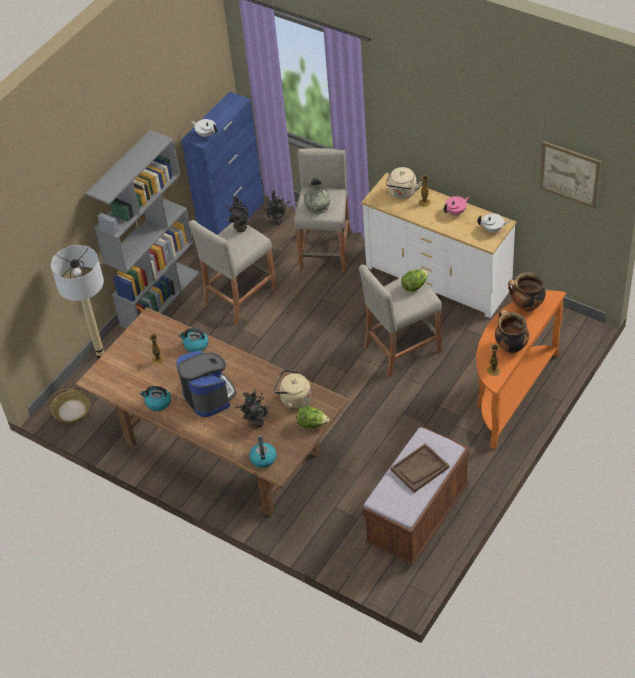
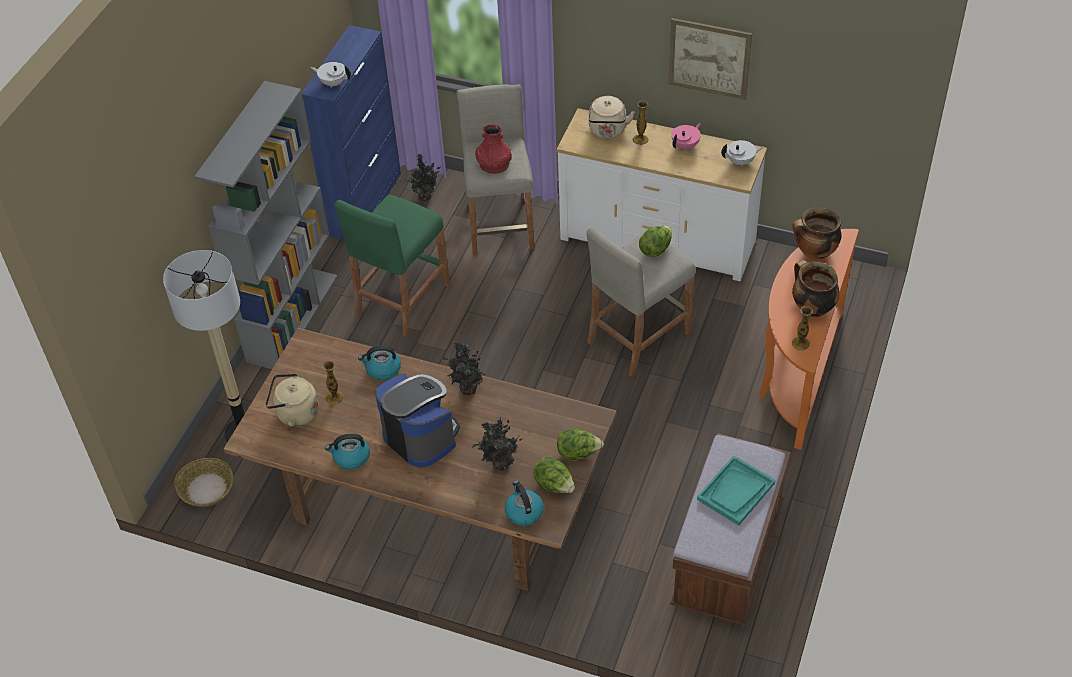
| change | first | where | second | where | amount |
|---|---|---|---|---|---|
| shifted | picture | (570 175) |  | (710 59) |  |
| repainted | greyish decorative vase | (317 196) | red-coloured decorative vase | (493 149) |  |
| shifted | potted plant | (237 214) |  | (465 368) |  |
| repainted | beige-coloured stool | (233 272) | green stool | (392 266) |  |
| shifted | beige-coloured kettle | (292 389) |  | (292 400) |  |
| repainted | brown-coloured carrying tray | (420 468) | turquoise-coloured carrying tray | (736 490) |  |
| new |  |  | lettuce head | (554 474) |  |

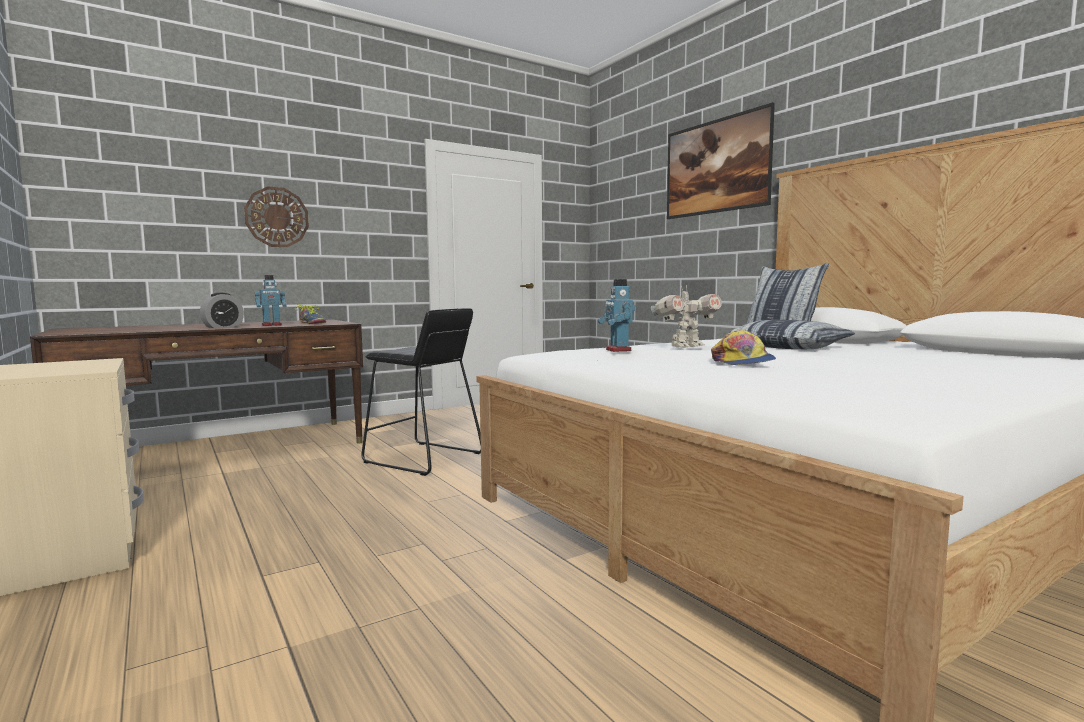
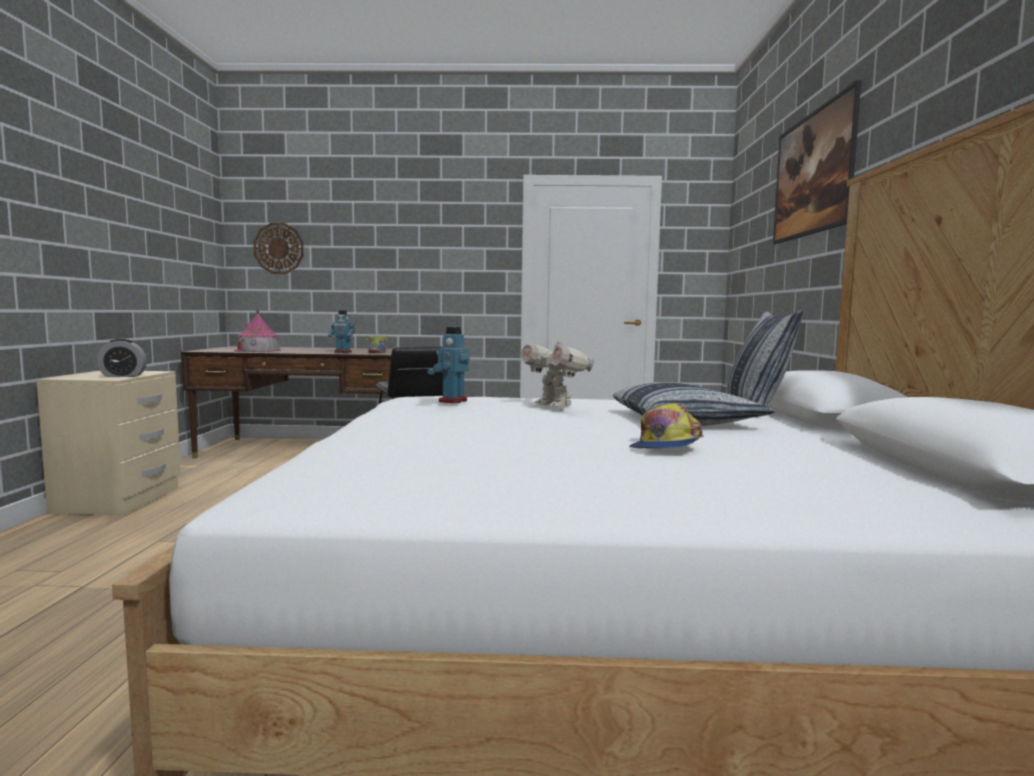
| change | first | where | second | where | amount |
|---|---|---|---|---|---|
| shifted | clock on the wall | (276 216) |  | (278 248) |  |
| rotated | model robot | (686 316) |  | (558 370) | 45 degrees clockwise |
| shifted | table clock | (222 310) |  | (122 358) |  |
| shifted | baseball cap | (743 347) |  | (666 426) |  |
| new |  |  | miniature house | (257 330) |  |

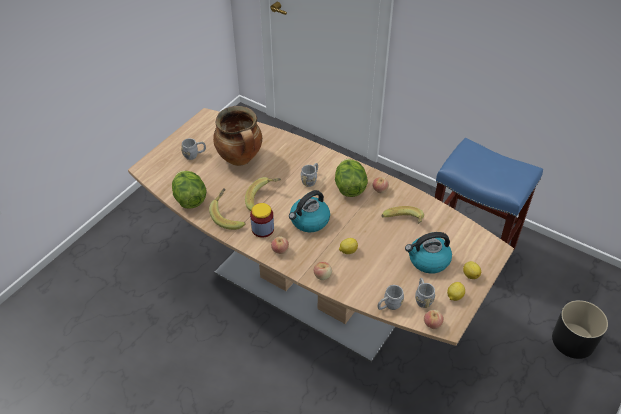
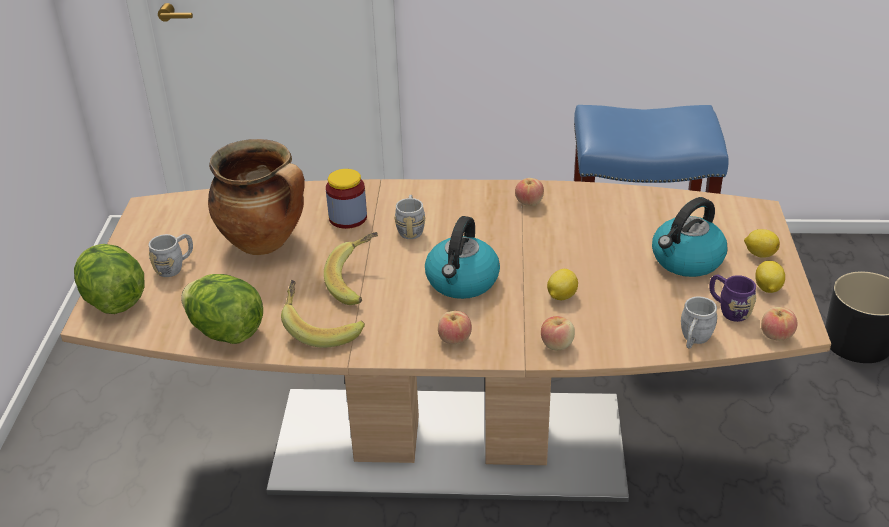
| change | first | where | second | where | amount |
|---|---|---|---|---|---|
| shifted | lettuce head | (351 178) |  | (109 279) |  |
| shifted | jar | (262 220) |  | (346 199) |  |
| gone | banana | (403 215) |  |  |  |
| repainted | greyish coffee mug | (425 293) | purple coffee mug | (733 298) |  |

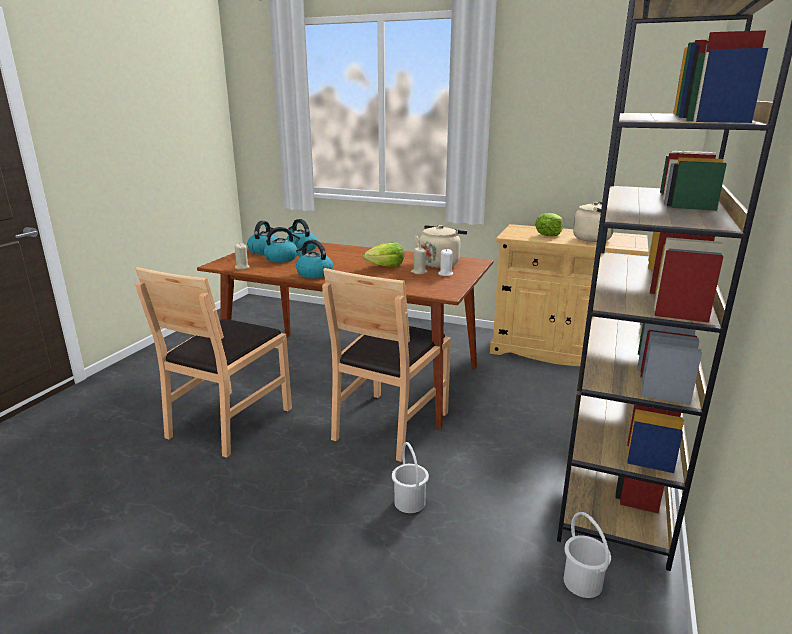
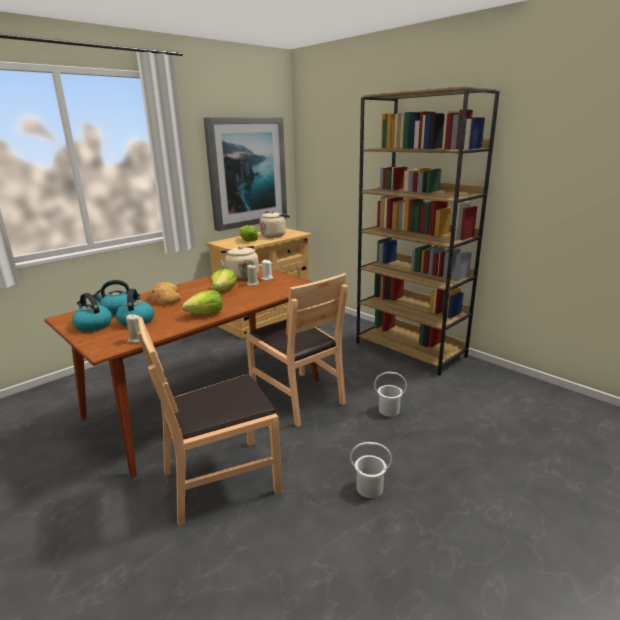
| change | first | where | second | where | amount |
|---|---|---|---|---|---|
| swapped | kettle | (314 259) | lettuce head | (202 302) |  |
| rotated | brown-coloured chair | (214 362) |  | (210 421) | 105 degrees clockwise |
| shifted | white-coloured pail | (587 555) |  | (371 470) |  |
| new |  |  | picture | (245 174) |  |
| new |  |  | bread | (164 293) |  |

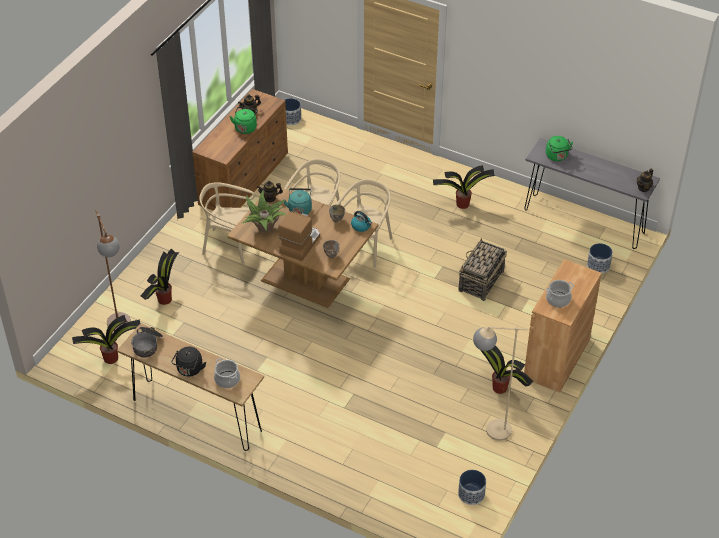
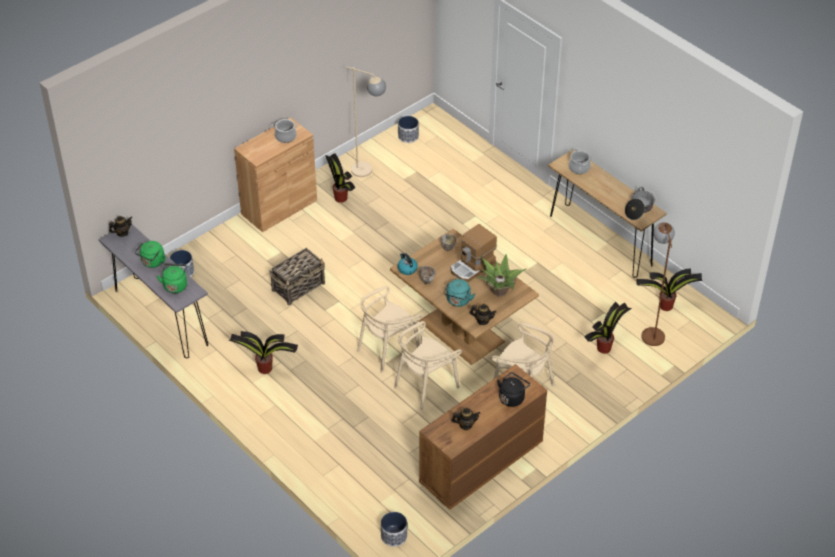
| change | first | where | second | where | amount |
|---|---|---|---|---|---|
| shifted | green kettle | (243 120) |  | (150 254) |  |
| shifted | black kettle | (188 362) |  | (513 389) |  |

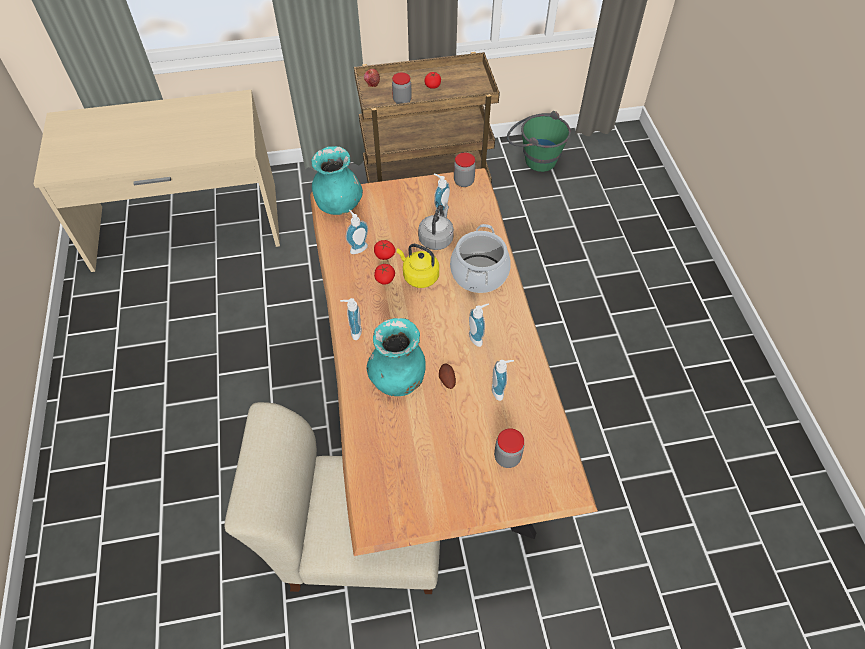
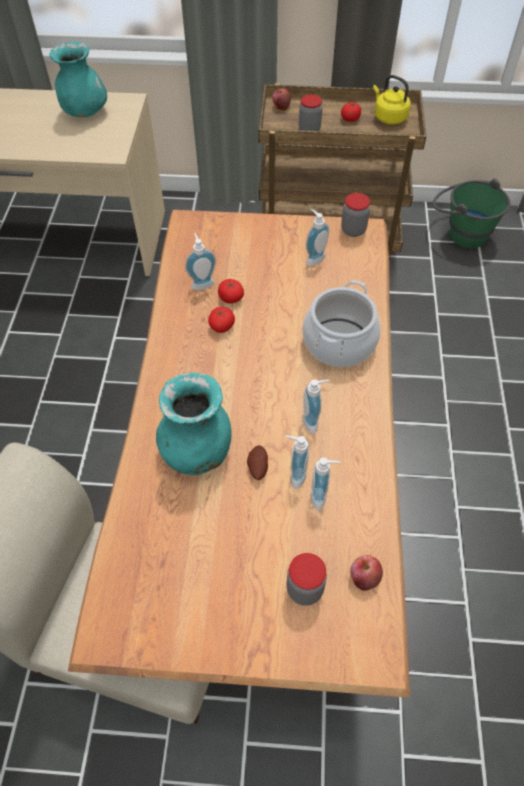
| change | first | where | second | where | amount |
|---|---|---|---|---|---|
| shifted | turquoise-coloured decorative vase | (337 180) |  | (78 79) |  |
| gone | greyish kettle | (436 227) |  |  |  |
| shifted | yellow kettle | (418 266) |  | (392 100) |  |
| shifted | liquid soap bottle | (351 319) |  | (297 462) |  |
| new |  |  | apple | (366 573) |  |

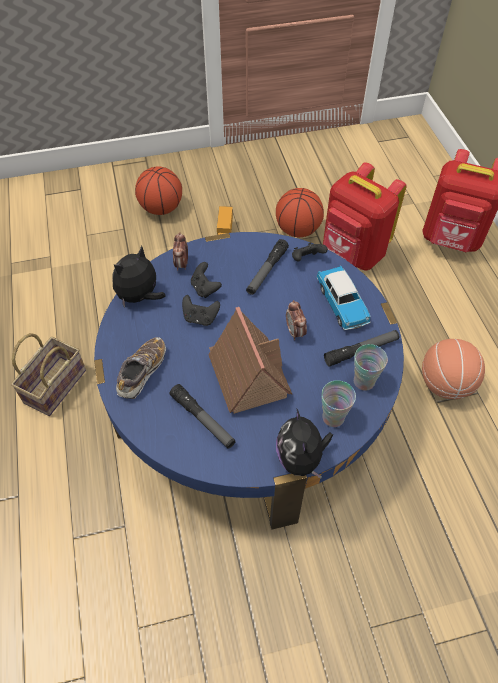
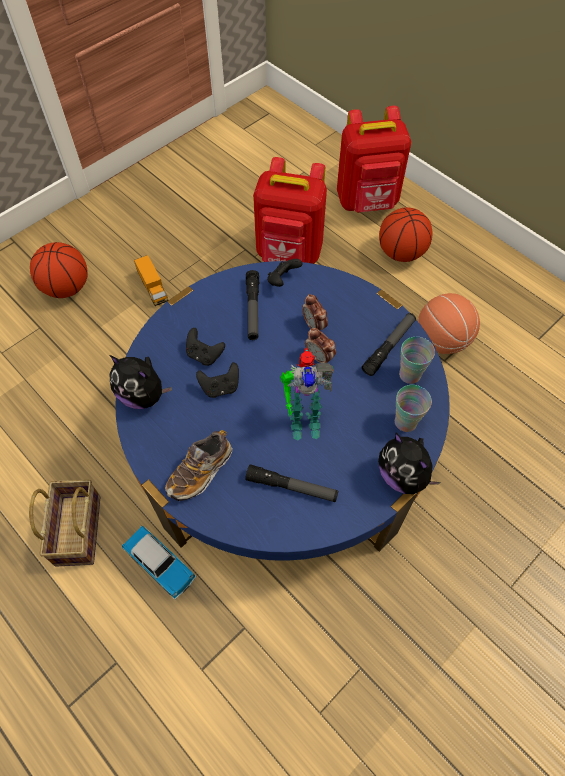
| change | first | where | second | where | amount |
|---|---|---|---|---|---|
| shifted | basketball ball | (300 212) |  | (405 234) |  |
| shifted | table clock | (180 251) |  | (315 312) |  |
| rotated | plush toy | (139 277) |  | (140 382) | 75 degrees counterclockwise |
| shifted | miniature car | (343 298) |  | (159 563) |  |
| swapped | miniature house | (250 360) | model robot | (307 394) |  |
| rotated | item of footwear | (141 368) |  | (199 465) | 135 degrees counterclockwise |

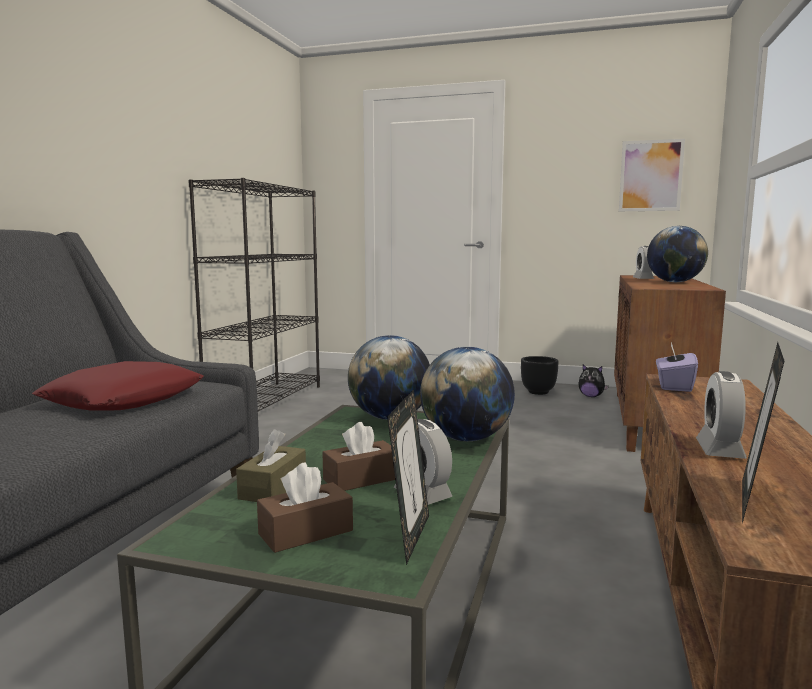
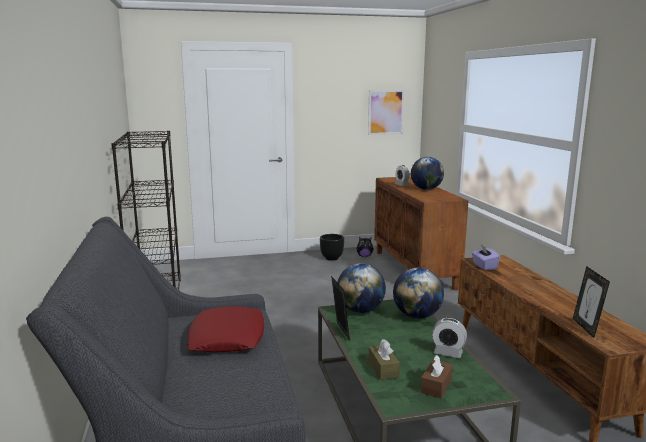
| change | first | where | second | where | amount |
|---|---|---|---|---|---|
| gone | table clock | (721 415) |  |  |  |
| shifted | photo frame | (408 477) |  | (340 308) |  |
| gone | brown-coloured tissue holder | (358 456) |  |  |  |

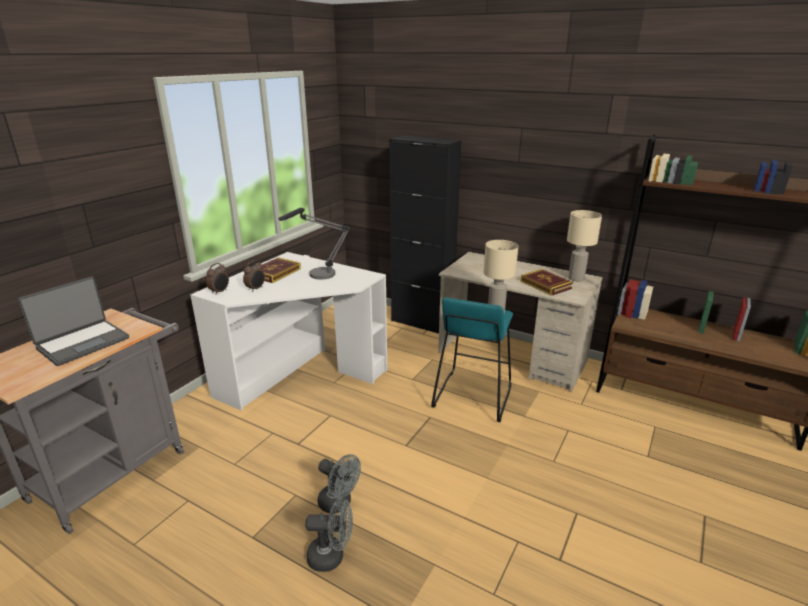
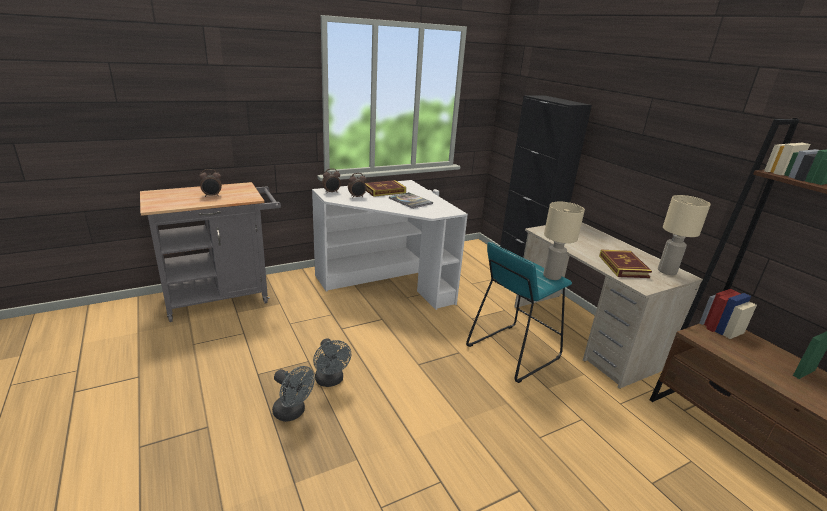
| change | first | where | second | where | amount |
|---|---|---|---|---|---|
| swapped | lamp for a table | (314 244) | bound book | (411 200) |  |
| swapped | laptop | (73 321) | table clock | (210 183) |  |

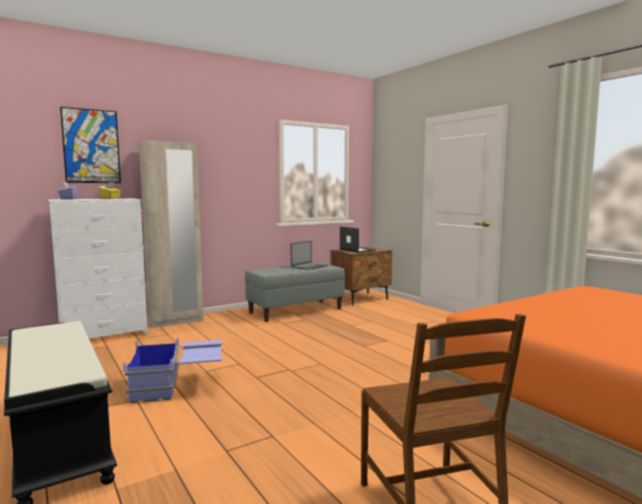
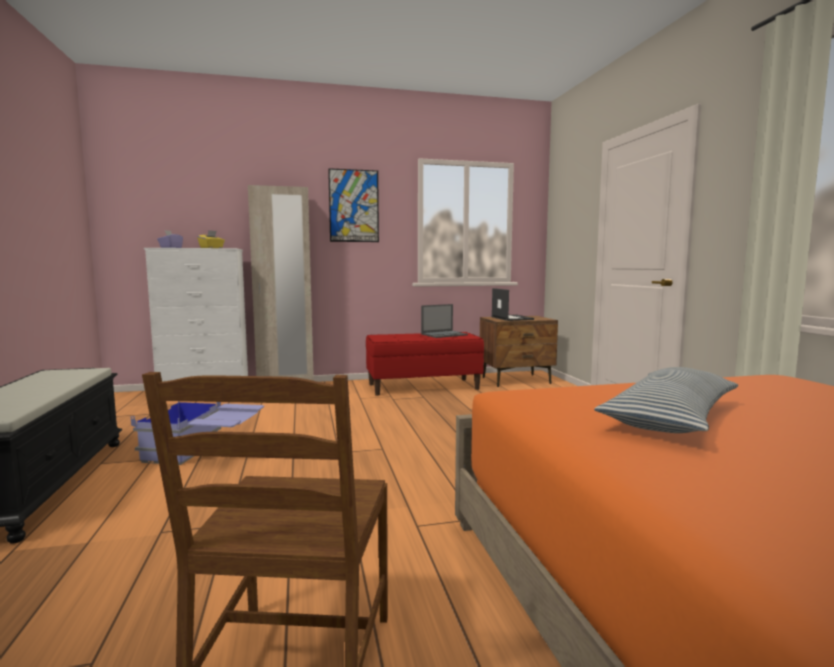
| change | first | where | second | where | amount |
|---|---|---|---|---|---|
| shifted | picture | (90 145) |  | (353 205) |  |
| repainted | greyish long seat | (295 292) | red-coloured long seat | (425 364) |  |
| new |  |  | cushion | (666 400) |  |

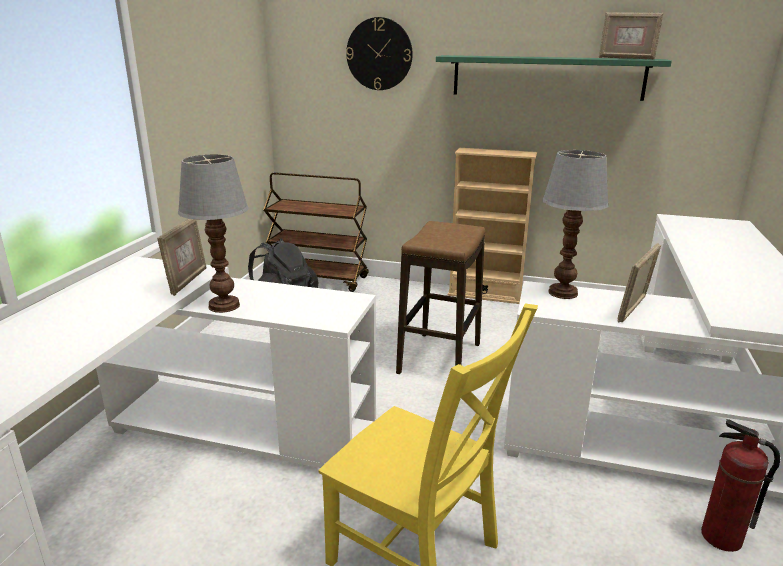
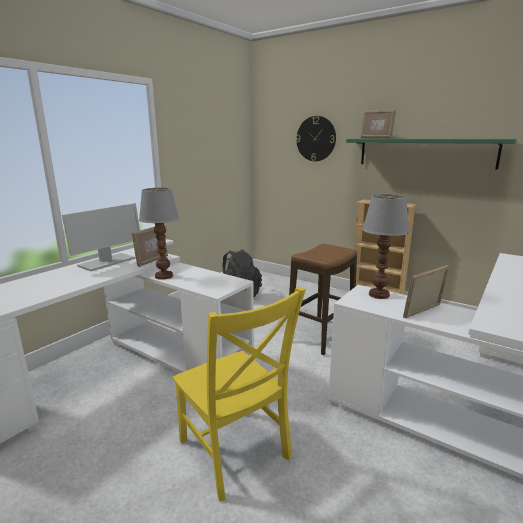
| change | first | where | second | where | amount |
|---|---|---|---|---|---|
| shifted | photo frame | (631 35) |  | (378 124) |  |
| gone | brown-coloured cart | (316 232) |  |  |  |
| gone | fire-fighting cylinder | (741 485) |  |  |  |
| new |  |  | monitor | (101 237) |  |

